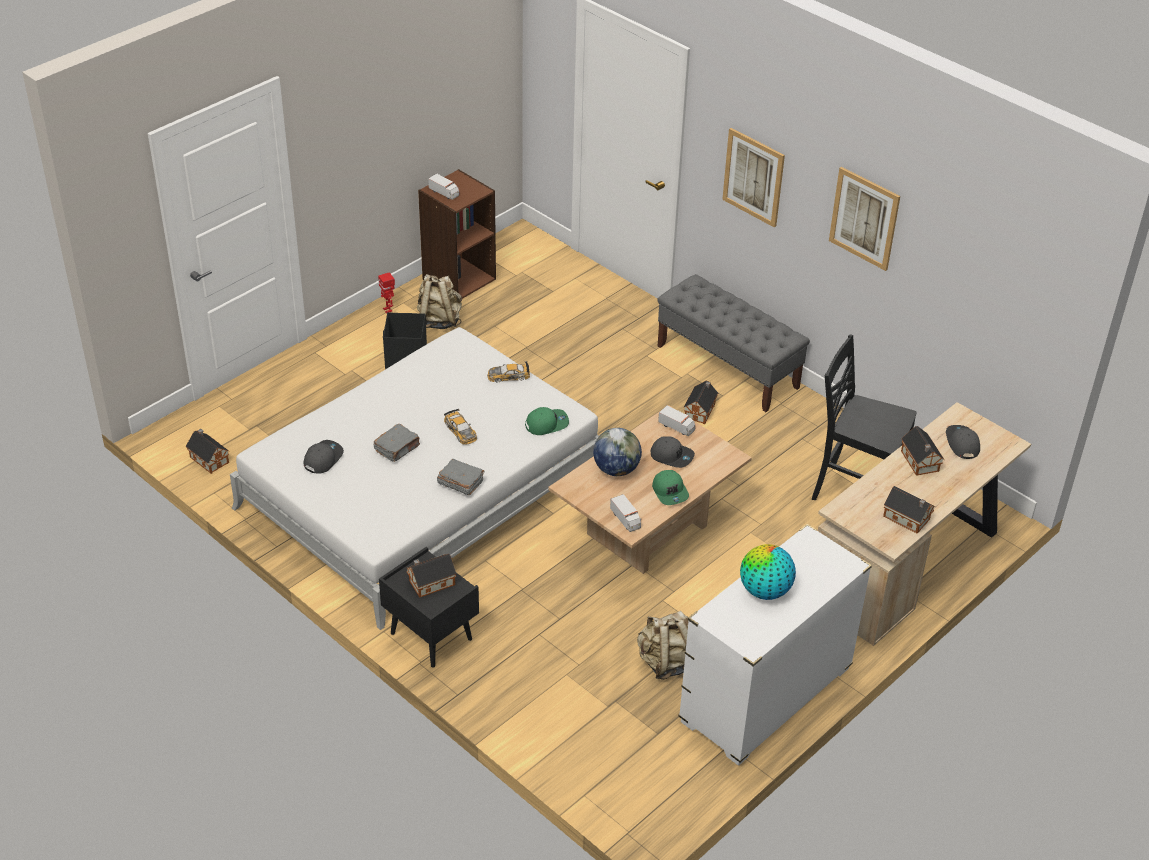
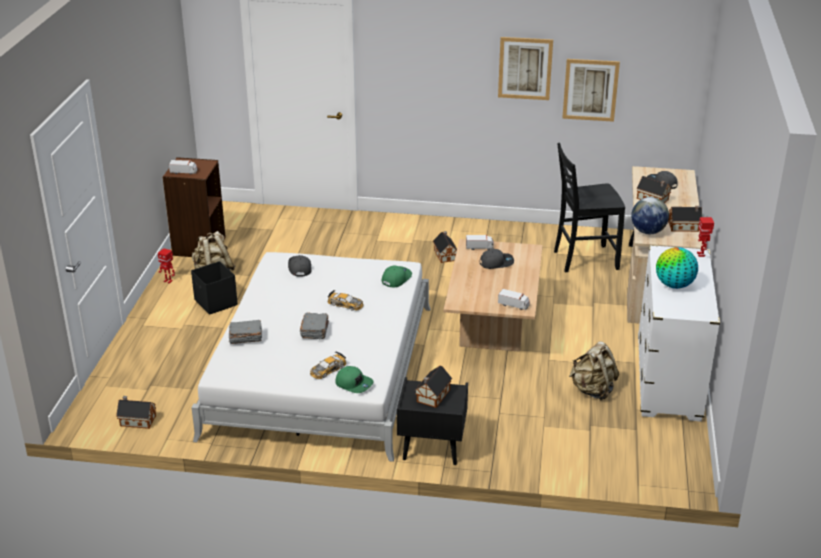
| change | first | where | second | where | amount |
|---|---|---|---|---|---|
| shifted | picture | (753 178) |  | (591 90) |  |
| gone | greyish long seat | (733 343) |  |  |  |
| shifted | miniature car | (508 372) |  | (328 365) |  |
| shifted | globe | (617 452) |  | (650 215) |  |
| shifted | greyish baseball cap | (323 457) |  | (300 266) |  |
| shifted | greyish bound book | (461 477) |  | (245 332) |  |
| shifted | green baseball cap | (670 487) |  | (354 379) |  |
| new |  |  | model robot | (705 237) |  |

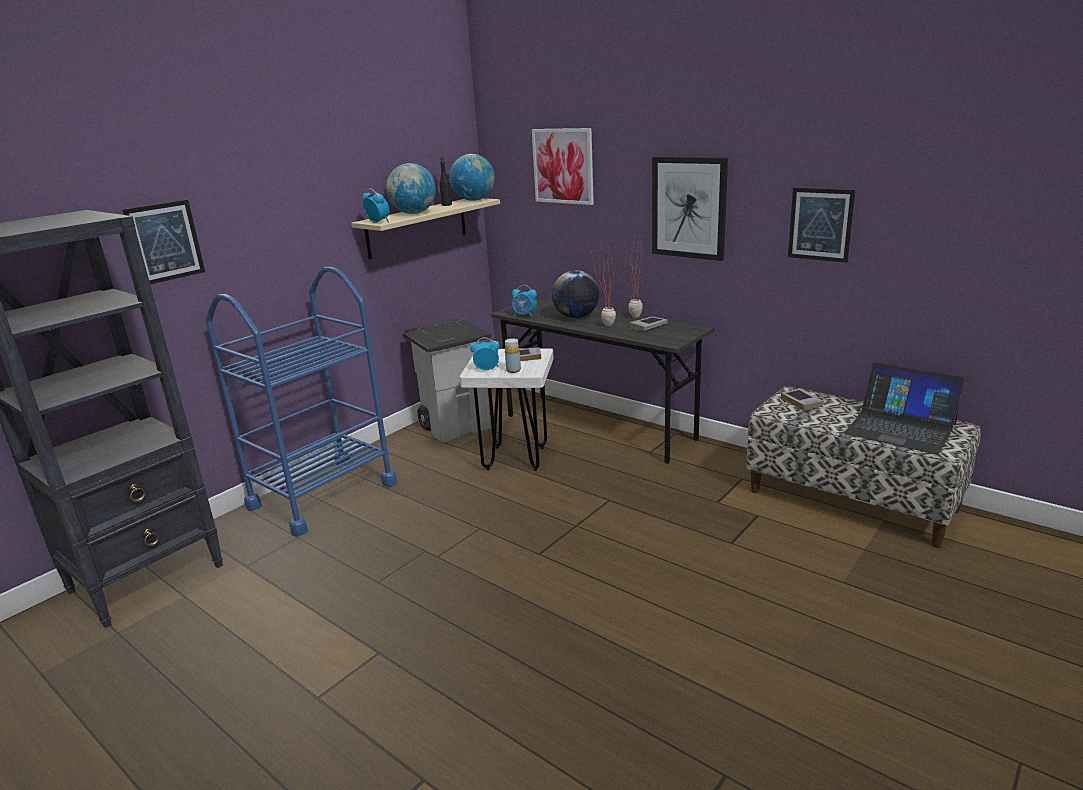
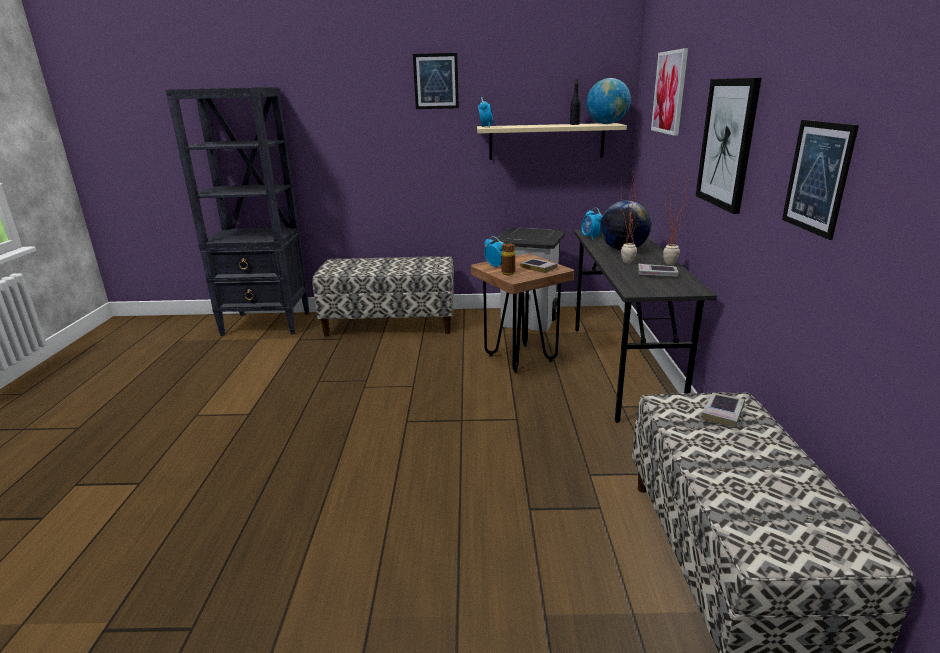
| change | first | where | second | where | amount |
|---|---|---|---|---|---|
| gone | globe | (411 188) |  |  |  |
| shifted | picture | (164 242) |  | (436 81) |  |
| swapped | blue-coloured cart | (301 401) | long seat | (383 296) |  |
| repainted | yellow drink bottle | (513 356) | brown-coloured drink bottle | (508 259) |  |
| repainted | white-coloured stool | (506 409) | brown-coloured stool | (522 313) |  |
| gone | laptop | (904 408) |  |  |  |

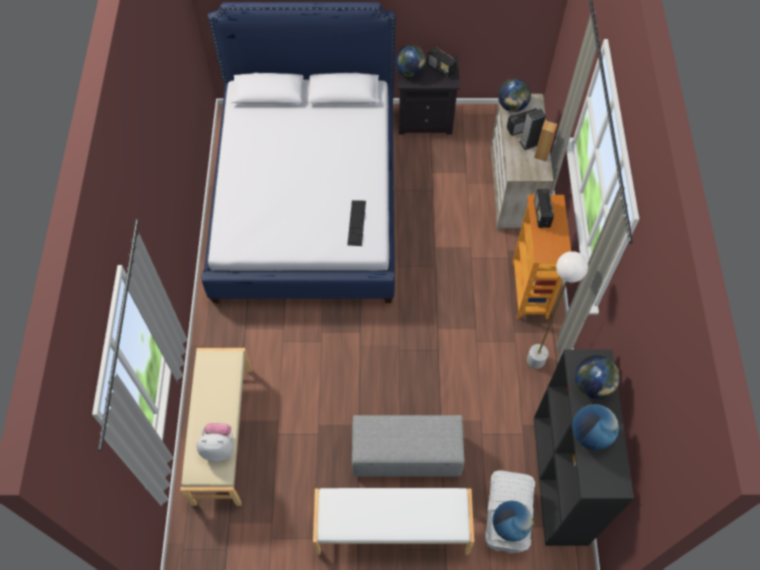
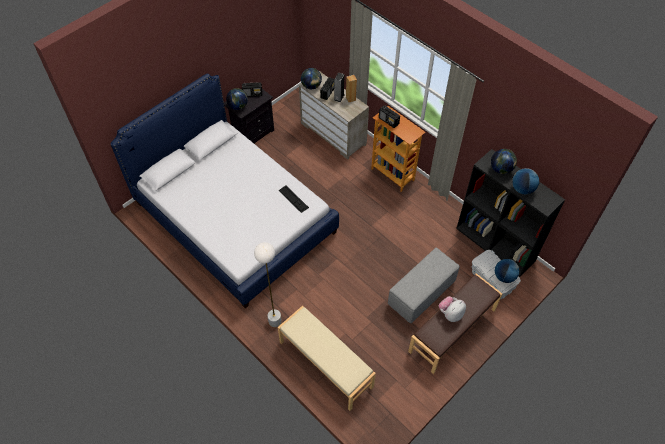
| change | first | where | second | where | amount |
|---|---|---|---|---|---|
| shifted | white-coloured floor lamp | (557 310) |  | (268 284) |  |
| shifted | plush toy | (215 442) |  | (452 309) |  |
| repainted | white-coloured long seat | (393 521) | brown-coloured long seat | (455 323) |  |

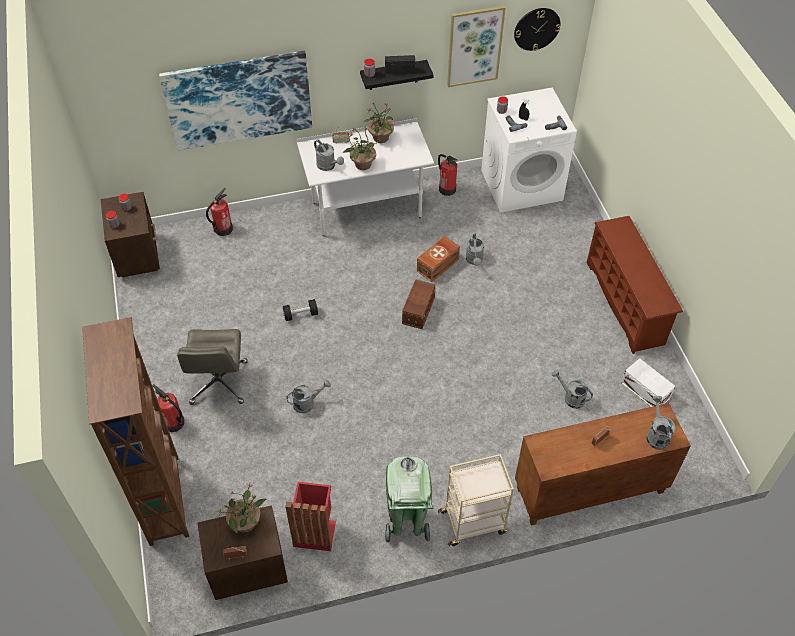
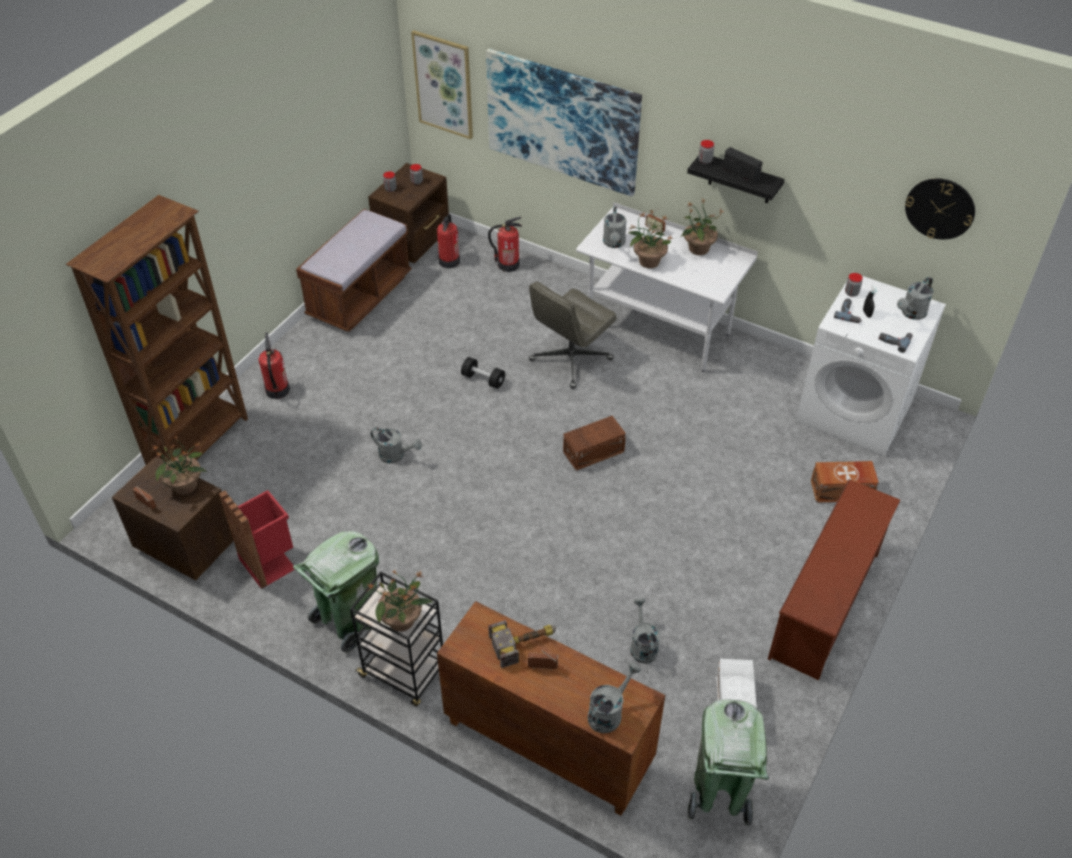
| change | first | where | second | where | amount |
|---|---|---|---|---|---|
| shifted | picture | (476 46) |  | (442 84) |  |
| shifted | fire-fighting cylinder | (447 175) |  | (448 241) |  |
| shifted | greyish watering pot | (475 250) |  | (915 298) |  |
| shifted | brown-coloured storage bin | (438 259) |  | (845 482) |  |
| shifted | greyish office chair | (212 367) |  | (573 335) |  |
| repainted | beige-coloured cart | (476 500) | black cart | (396 639) |  |
| new |  |  | brown-coloured long seat | (353 270) |  |
| new |  |  | potted plant | (399 601) |  |
| new |  |  | hand hammer | (522 644) |  |
| new |  |  | green trash can | (728 762) |  |

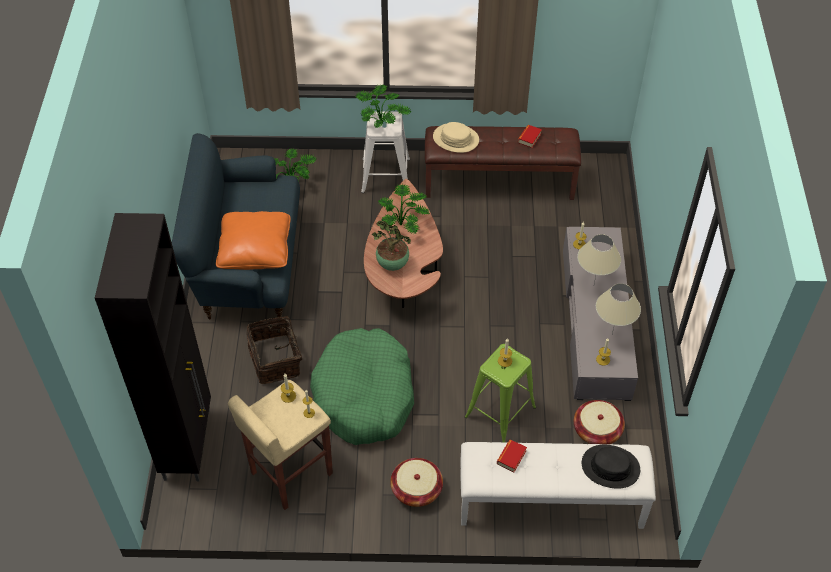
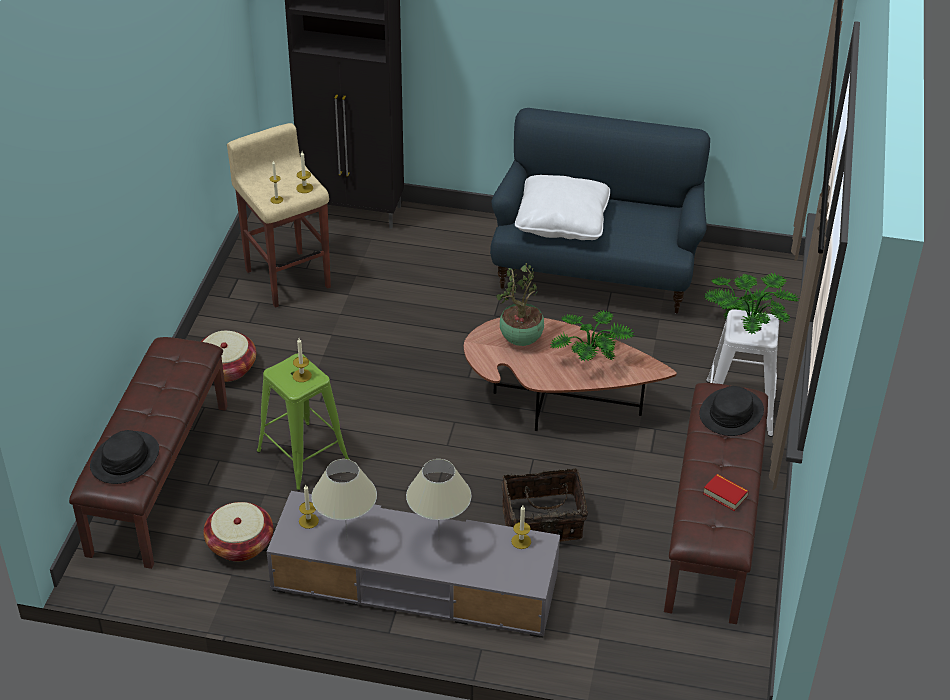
| change | first | where | second | where | amount |
|---|---|---|---|---|---|
| repainted | beige-coloured hat | (456 137) | black hat | (731 411) |  |
| repainted | orange cushion | (253 240) | white-coloured cushion | (562 207) |  |
| shifted | household basket | (274 350) |  | (545 505) |  |
| gone | green dog cushion | (362 386) |  |  |  |
| gone | bound book | (512 456) |  |  |  |
| repainted | white-coloured long seat | (558 485) | brown-coloured long seat | (148 453) |  |

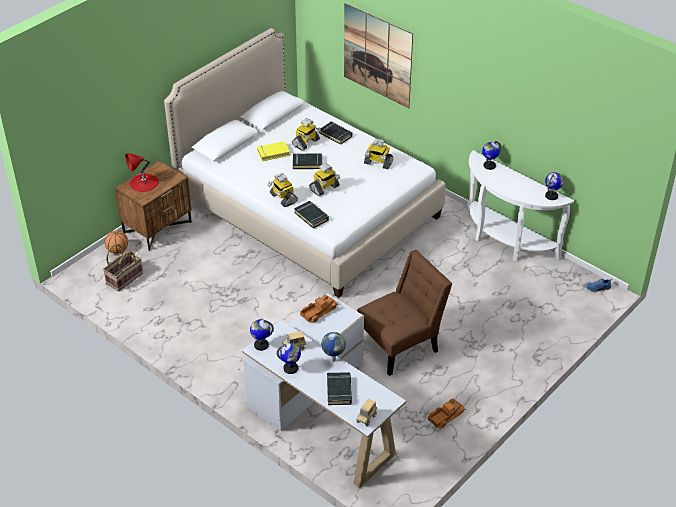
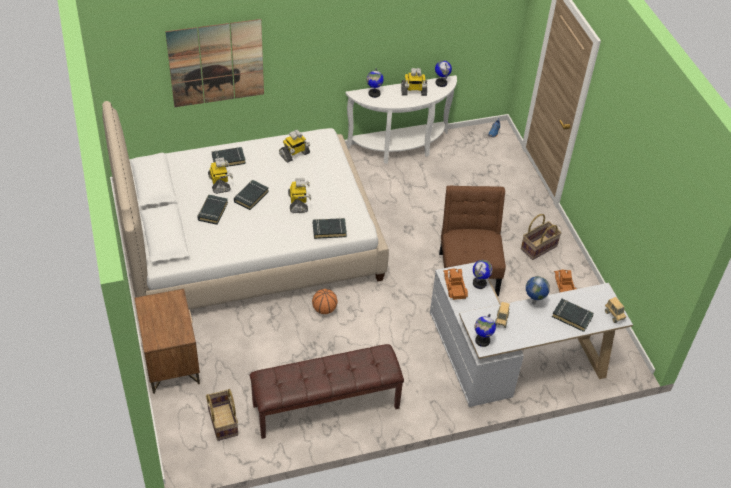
| change | first | where | second | where | amount |
|---|---|---|---|---|---|
| repainted | yellow bound book | (273 151) | black bound book | (212 210) |  |
| gone | red-coloured lamp for a table | (142 172) |  |  |  |
| shifted | model robot | (282 190) |  | (414 82) |  |
| shifted | basketball ball | (116 242) |  | (325 301) |  |
| shifted | globe | (289 358) |  | (483 274) |  |
| new |  |  | household basket | (541 237) |  |
| new |  |  | brown-coloured long seat | (327 391) |  |

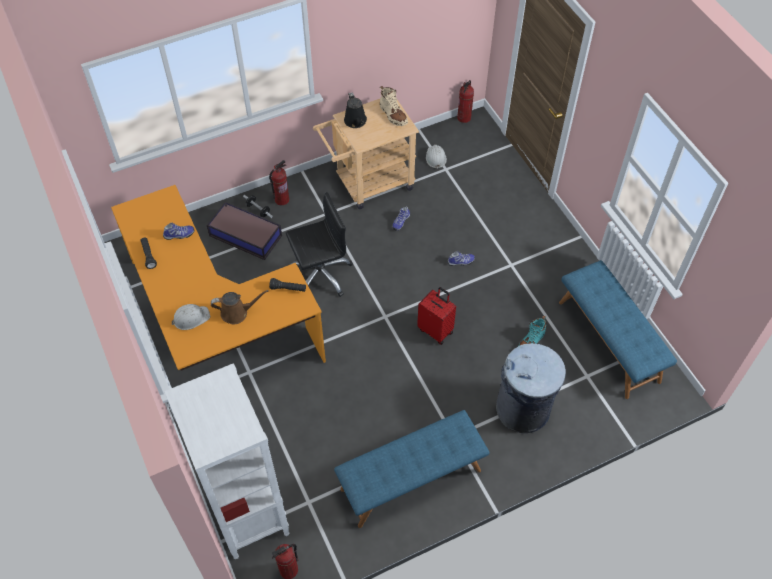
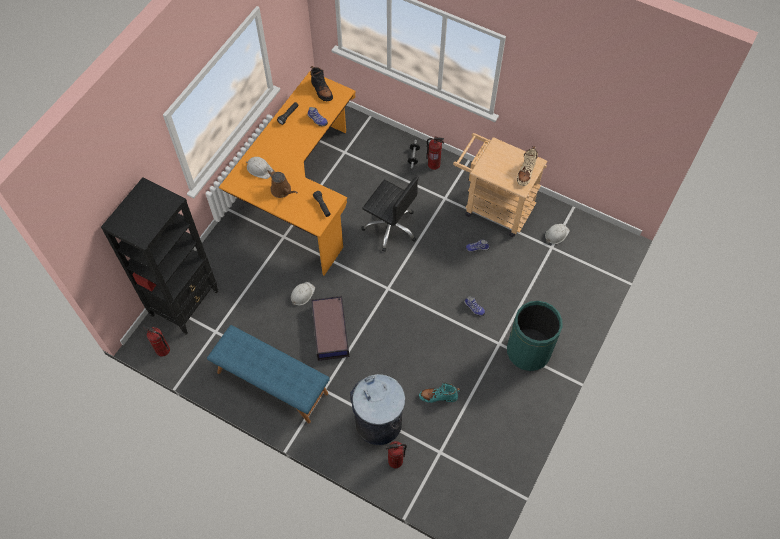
| change | first | where | second | where | amount |
|---|---|---|---|---|---|
| shifted | fire-fighting cylinder | (465 101) |  | (396 454) |  |
| gone | black watering pot | (355 110) |  |  |  |
| shifted | storage bin | (244 231) |  | (330 328) |  |
| gone | blue-coloured long seat | (618 329) |  |  |  |
| gone | red-coloured travel case | (436 316) |  |  |  |
| repainted | white-coloured bookshelf | (227 461) | black bookshelf | (159 256) |  |
| new |  |  | black tall boot | (321 83) |  |
| new |  |  | white-coloured hard hat | (303 293) |  |
| new |  |  | green trash can | (535 336) |  |

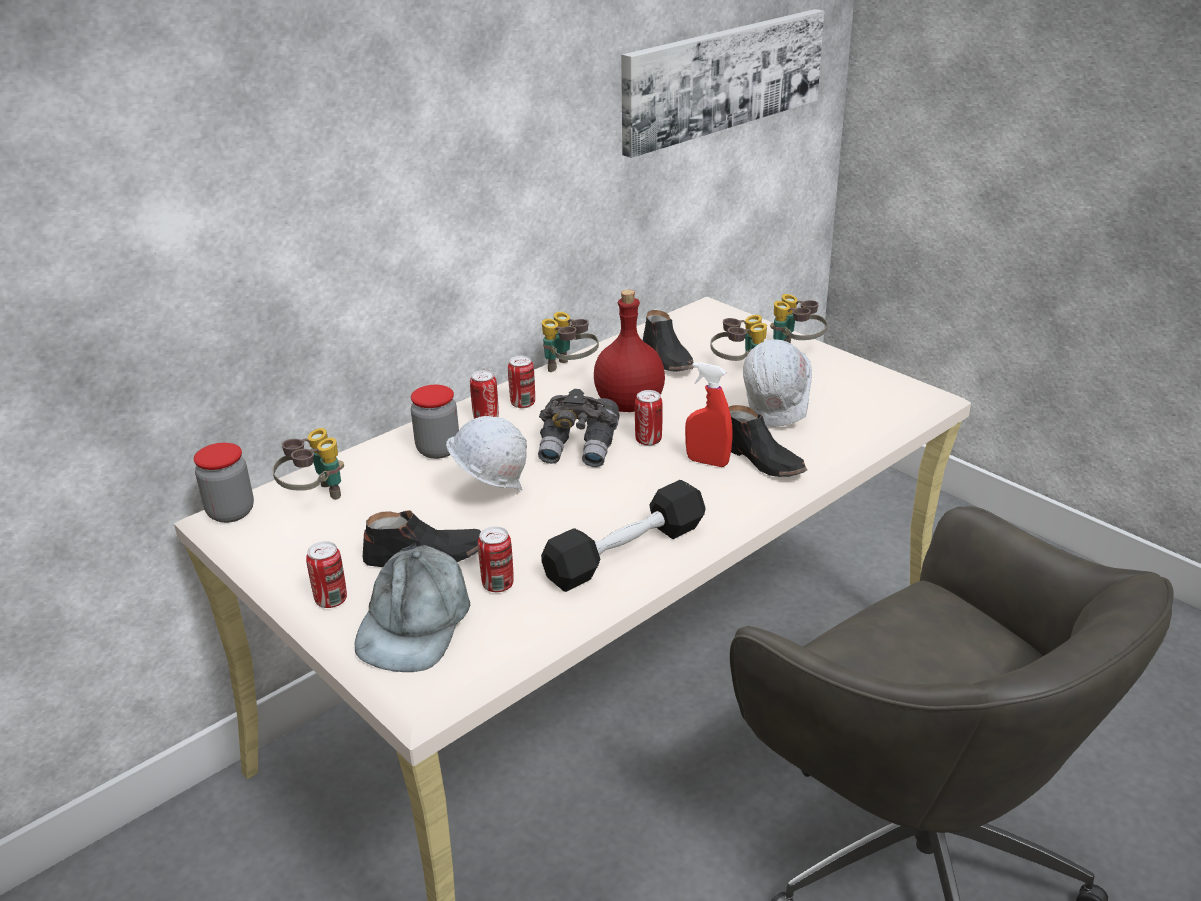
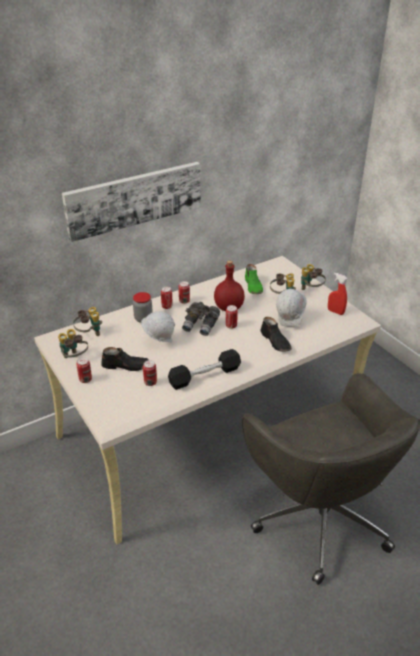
| change | first | where | second | where | amount |
|---|---|---|---|---|---|
| shifted | picture | (722 83) |  | (131 202) |  |
| repainted | black item of footwear | (668 341) | green item of footwear | (254 279) |  |
| shifted | field glasses | (570 342) |  | (73 343) |  |
| shifted | red-coloured sprayer | (709 414) |  | (337 294) |  |
| gone | jar | (224 483) |  |  |  |
| gone | greyish baseball cap | (412 607) |  |  |  |

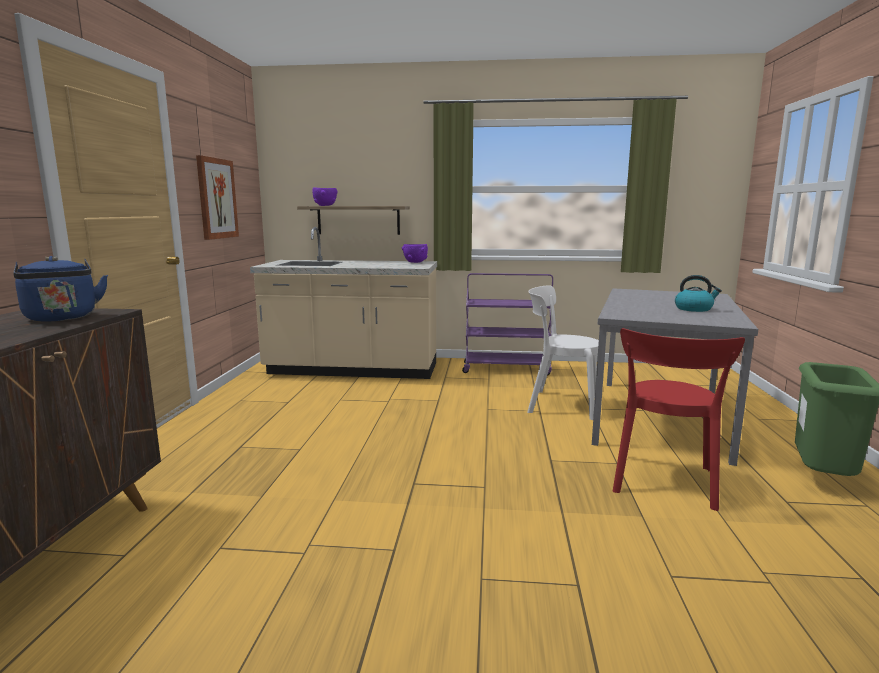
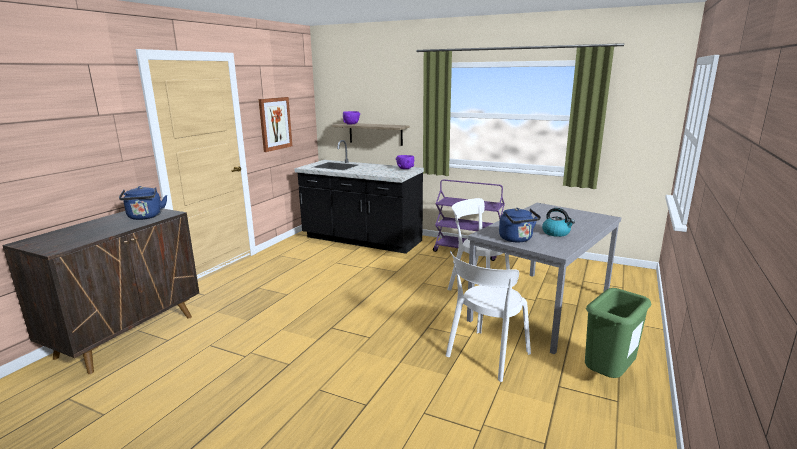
| change | first | where | second | where | amount |
|---|---|---|---|---|---|
| repainted | beige-coloured kitchen base unit | (343 303) | black kitchen base unit | (359 197) |  |
| repainted | red-coloured chair | (679 419) | white-coloured chair | (488 316) |  |
| new |  |  | blue-coloured kettle | (520 225) |  |

